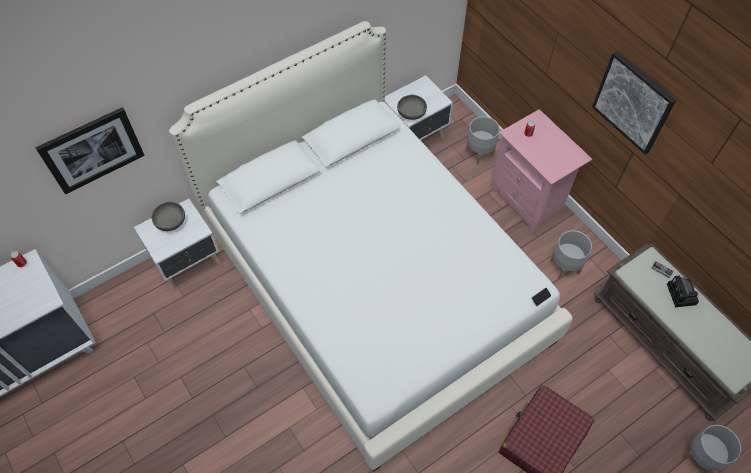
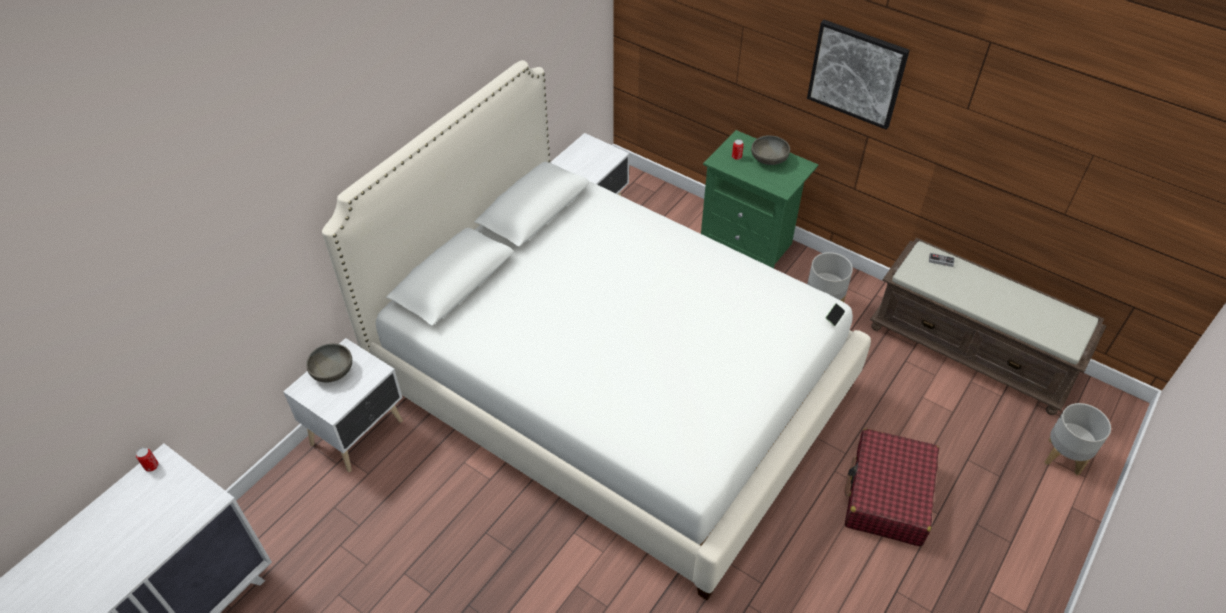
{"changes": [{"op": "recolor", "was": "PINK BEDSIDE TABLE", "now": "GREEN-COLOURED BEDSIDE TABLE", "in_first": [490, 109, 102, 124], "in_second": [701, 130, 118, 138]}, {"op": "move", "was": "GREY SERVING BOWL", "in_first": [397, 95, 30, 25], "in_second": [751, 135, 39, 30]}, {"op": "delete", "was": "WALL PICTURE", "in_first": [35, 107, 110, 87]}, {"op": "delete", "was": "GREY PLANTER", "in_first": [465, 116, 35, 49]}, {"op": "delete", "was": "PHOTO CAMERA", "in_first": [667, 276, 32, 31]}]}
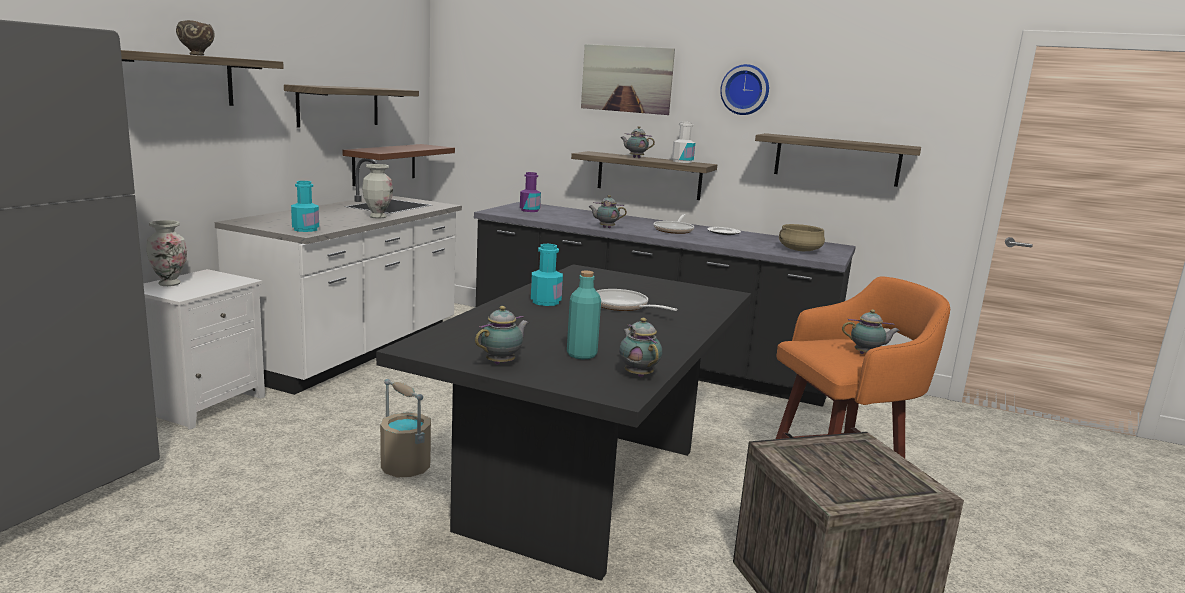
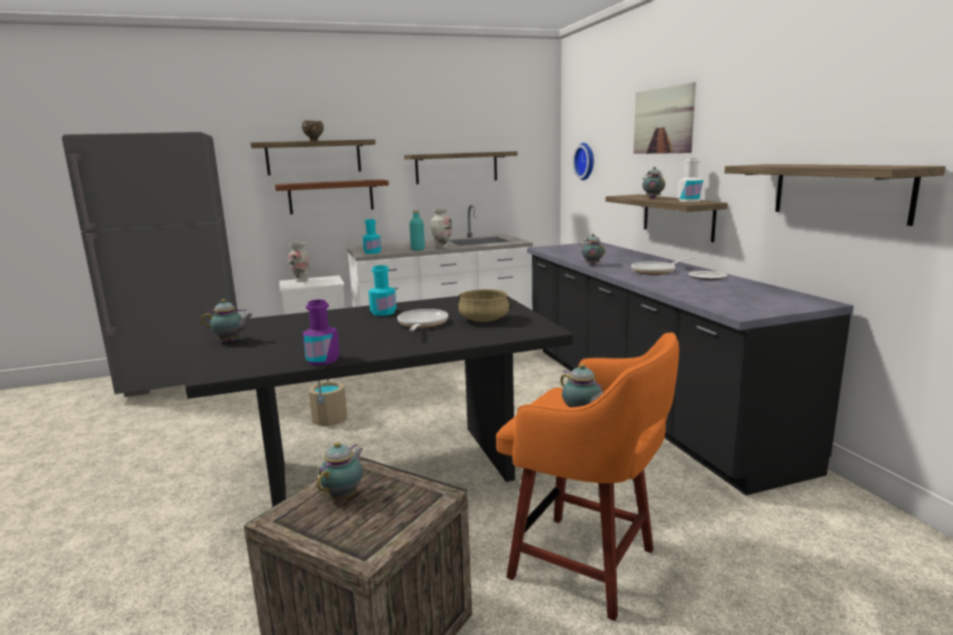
{"changes": [{"op": "move", "was": "BROWN-COLOURED BRACKET SHELF", "in_first": [342, 144, 113, 42], "in_second": [275, 179, 114, 35]}, {"op": "move", "was": "PURPLE DRINK BOTTLE", "in_first": [520, 172, 21, 40], "in_second": [303, 299, 37, 67]}, {"op": "move", "was": "POT FOR TEA", "in_first": [619, 318, 43, 60], "in_second": [317, 442, 46, 58]}, {"op": "move", "was": "TURQUOISE DRINK BOTTLE", "in_first": [567, 271, 34, 88], "in_second": [409, 210, 16, 41]}, {"op": "move", "was": "BEIGE COOKING POT", "in_first": [779, 224, 46, 27], "in_second": [458, 289, 55, 33]}, {"op": "move", "was": "CLOCK ON THE WALL", "in_first": [720, 64, 49, 51], "in_second": [573, 143, 21, 37]}]}
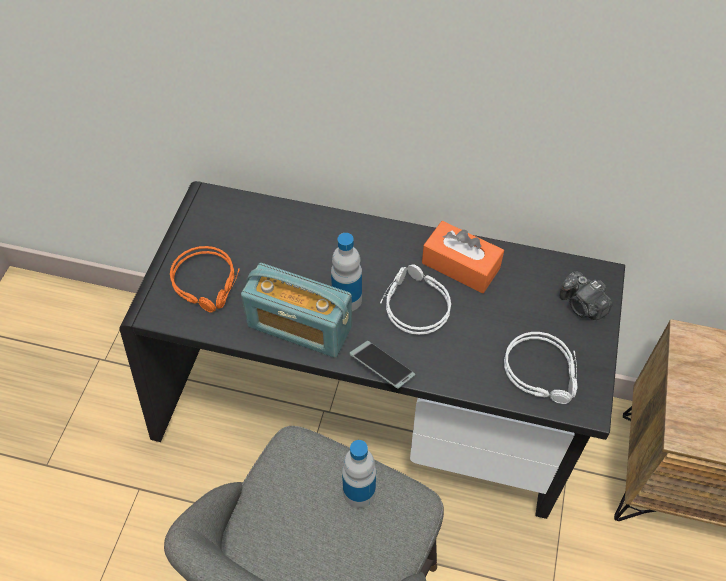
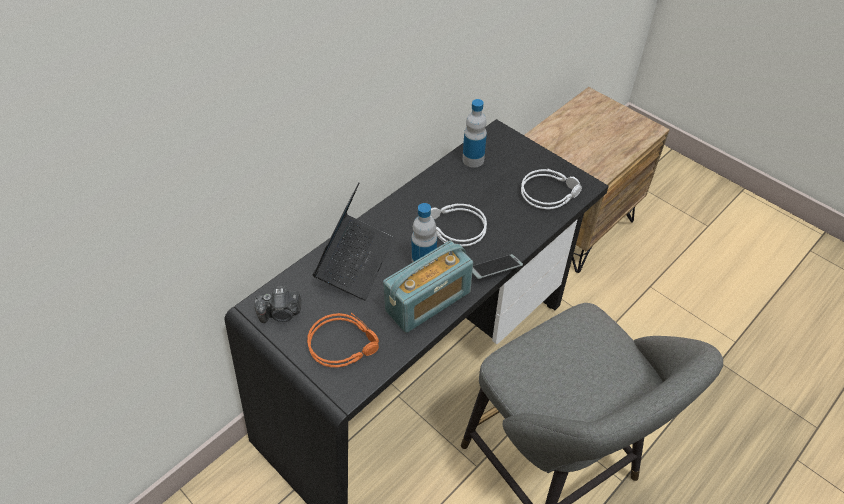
{"changes": [{"op": "move", "was": "PHOTO CAMERA", "in_first": [559, 271, 54, 49], "in_second": [254, 286, 47, 37]}, {"op": "insert", "now": "PORTABLE COMPUTER", "in_second": [312, 182, 81, 118]}, {"op": "move", "was": "DRINK BOTTLE", "in_first": [342, 440, 34, 68], "in_second": [463, 99, 24, 69]}, {"op": "delete", "was": "ORANGE TISSUE HOLDER", "in_first": [422, 221, 82, 72]}]}
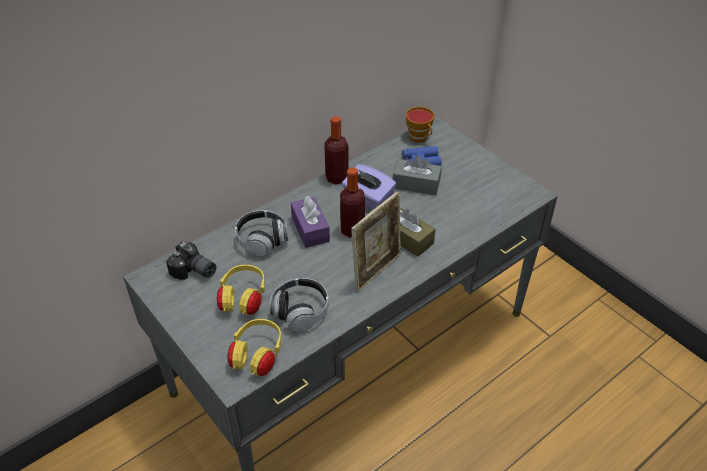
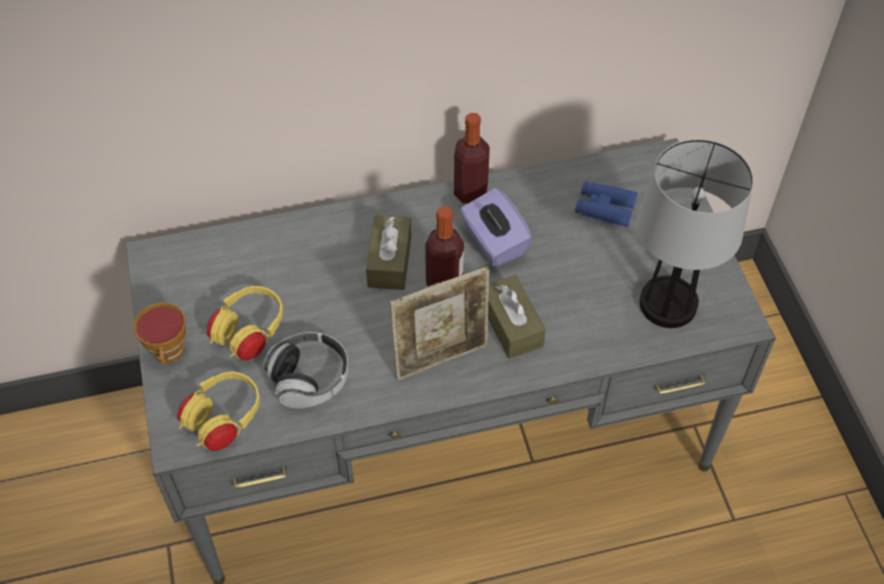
{"changes": [{"op": "move", "was": "SMALL CUP", "in_first": [406, 106, 29, 37], "in_second": [134, 303, 52, 61]}, {"op": "recolor", "was": "PURPLE TISSUE HOLDER", "now": "BROWN-COLOURED TISSUE HOLDER", "in_first": [291, 196, 39, 52], "in_second": [366, 215, 46, 75]}, {"op": "insert", "now": "TABLE LAMP", "in_second": [636, 139, 117, 189]}, {"op": "delete", "was": "PHOTO CAMERA", "in_first": [166, 241, 50, 39]}, {"op": "delete", "was": "PAIR OF HEADPHONES", "in_first": [235, 210, 53, 46]}, {"op": "delete", "was": "GREY TISSUE HOLDER", "in_first": [393, 156, 49, 39]}]}
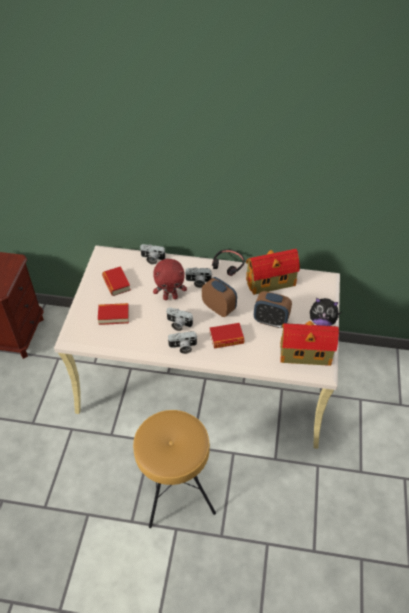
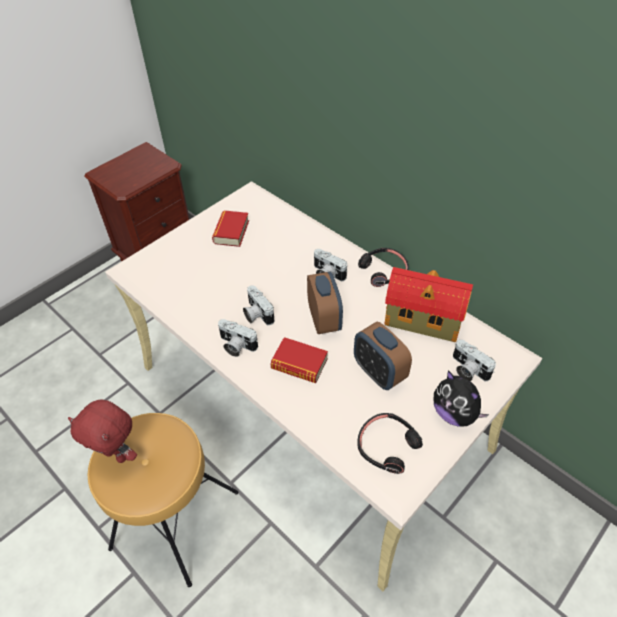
{"changes": [{"op": "move", "was": "REDDISH PLUSH TOY", "in_first": [153, 259, 34, 41], "in_second": [68, 399, 69, 64]}, {"op": "replace", "was": "TOY HOUSE", "now": "BLACK-COLOURED PAIR OF HEADPHONES", "in_first": [280, 321, 59, 45], "in_second": [357, 413, 66, 61]}, {"op": "move", "was": "PHOTO CAMERA", "in_first": [140, 244, 26, 21], "in_second": [453, 340, 43, 41]}, {"op": "delete", "was": "VOLUME", "in_first": [98, 303, 31, 22]}]}
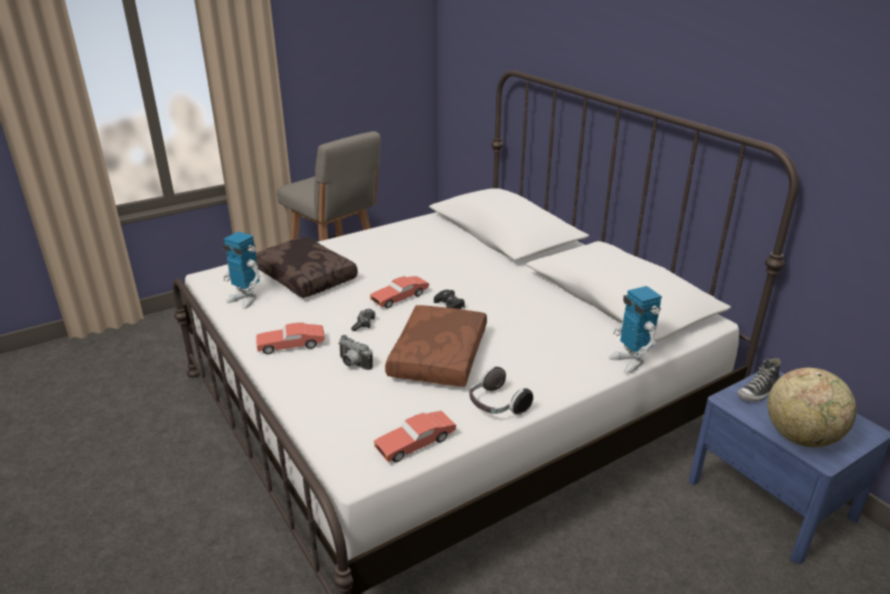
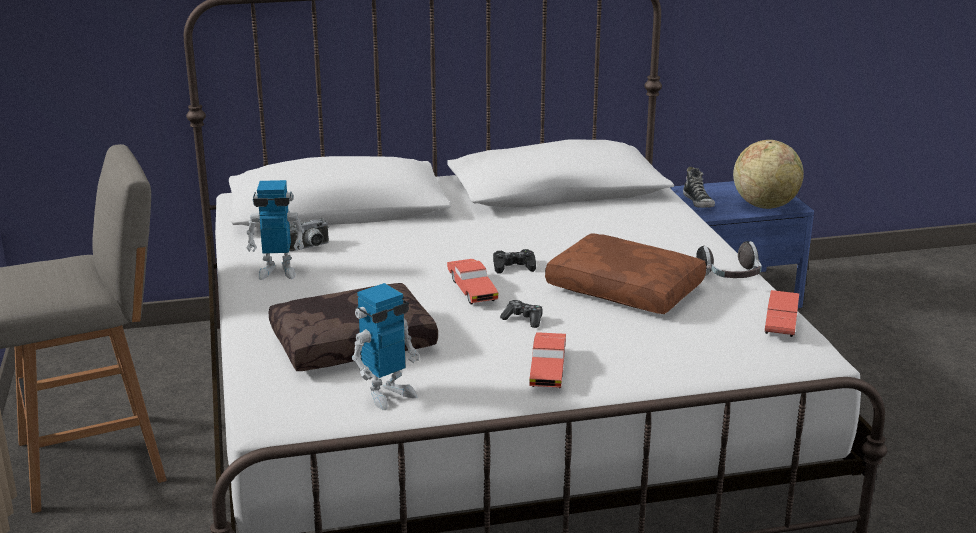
{"changes": [{"op": "move", "was": "TOY ROBOT", "in_first": [609, 286, 53, 88], "in_second": [247, 180, 57, 100]}, {"op": "move", "was": "PHOTO CAMERA", "in_first": [338, 335, 35, 35], "in_second": [289, 218, 40, 33]}, {"op": "rotate", "was": "REDDISH MINIATURE CAR", "in_first": [374, 411, 82, 51], "in_second": [765, 290, 34, 47], "clockwise": -150}]}
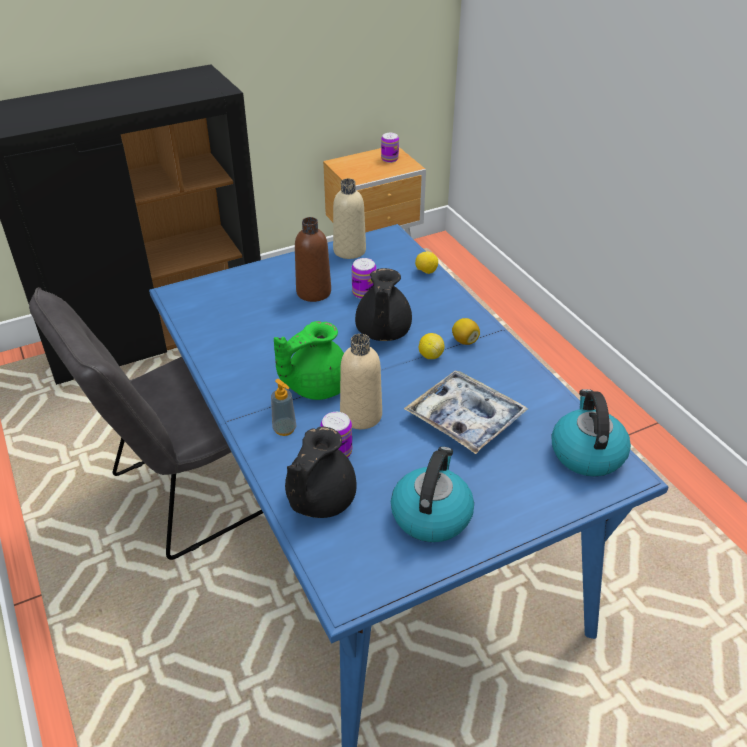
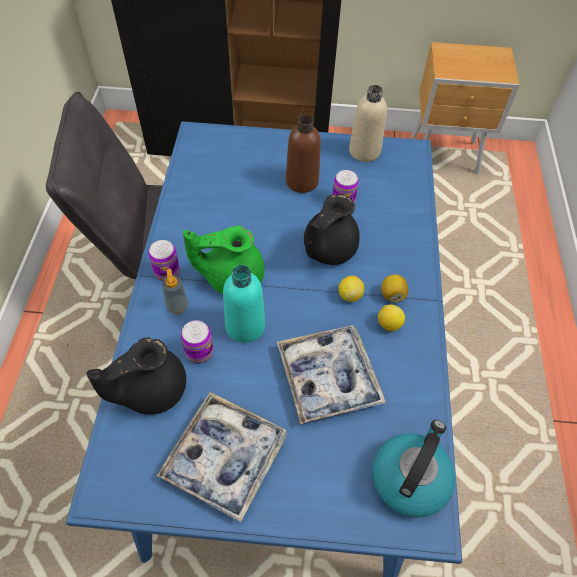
{"changes": [{"op": "move", "was": "SEALED CAN", "in_first": [381, 133, 18, 30], "in_second": [148, 240, 32, 41]}, {"op": "replace", "was": "WATER KETTLE", "now": "CARRYING TRAY", "in_first": [391, 447, 83, 95], "in_second": [157, 392, 130, 130]}, {"op": "recolor", "was": "BEIGE DRINK BOTTLE", "now": "TURQUOISE DRINK BOTTLE", "in_first": [340, 334, 42, 95], "in_second": [223, 265, 42, 78]}, {"op": "move", "was": "WHOLE LEMON", "in_first": [415, 252, 23, 22], "in_second": [378, 304, 27, 27]}]}
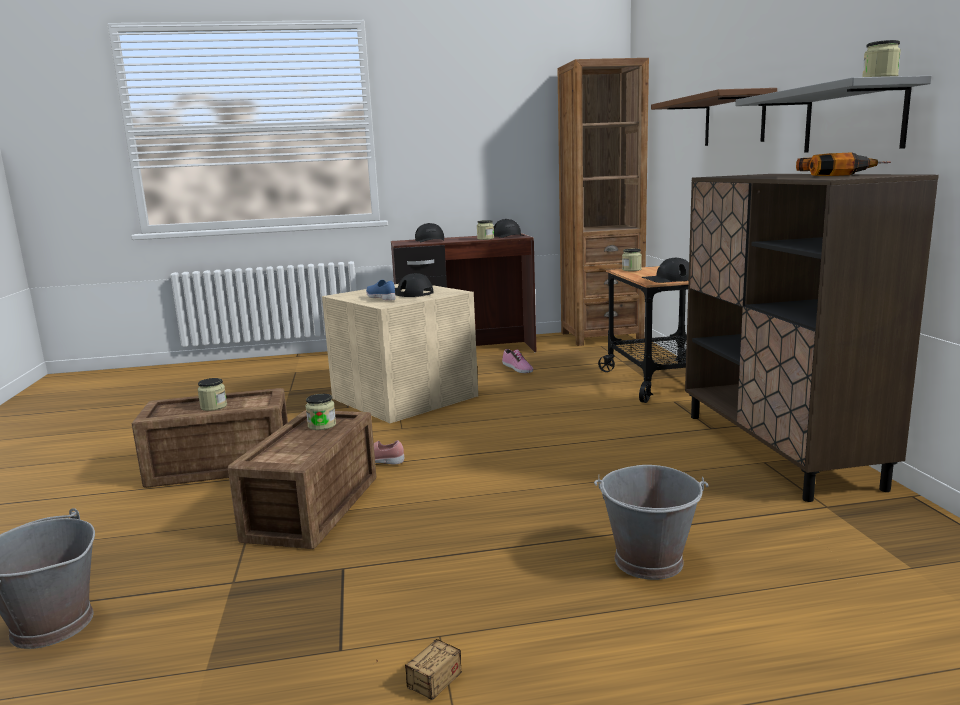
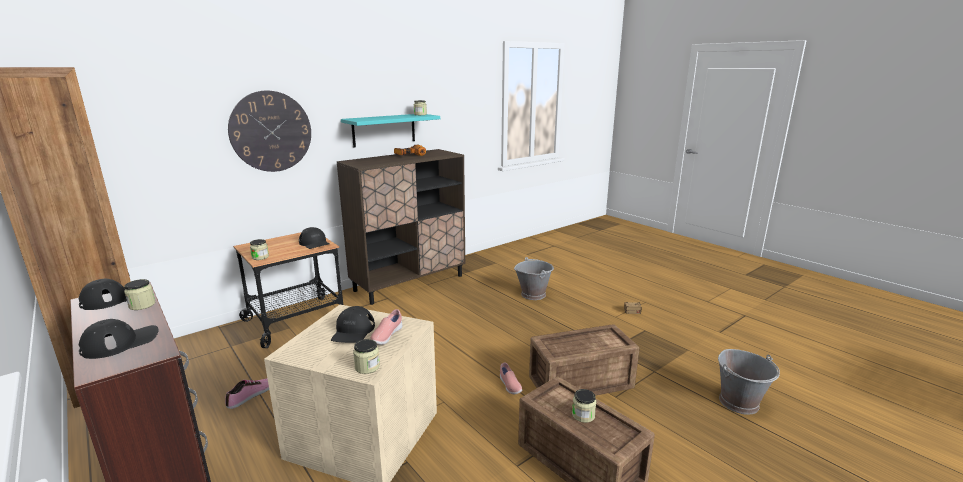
{"changes": [{"op": "replace", "was": "BROWN-COLOURED BRACKET SHELF", "now": "CLOCK ON THE WALL", "in_first": [651, 88, 126, 58], "in_second": [228, 91, 83, 81]}, {"op": "recolor", "was": "GREY BRACKET SHELF", "now": "TURQUOISE BRACKET SHELF", "in_first": [735, 75, 196, 78], "in_second": [341, 114, 99, 34]}, {"op": "move", "was": "JAR", "in_first": [306, 394, 30, 36], "in_second": [353, 339, 27, 35]}, {"op": "recolor", "was": "BLUE-COLOURED LOW SHOE", "now": "PINK LOW SHOE", "in_first": [366, 280, 30, 21], "in_second": [370, 309, 32, 36]}]}
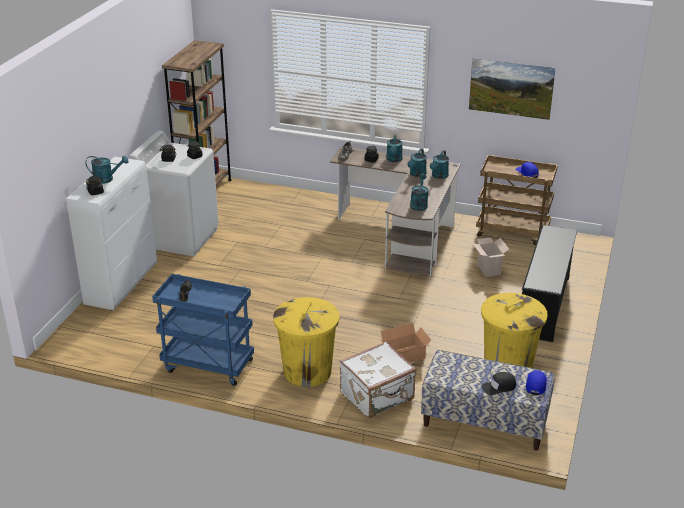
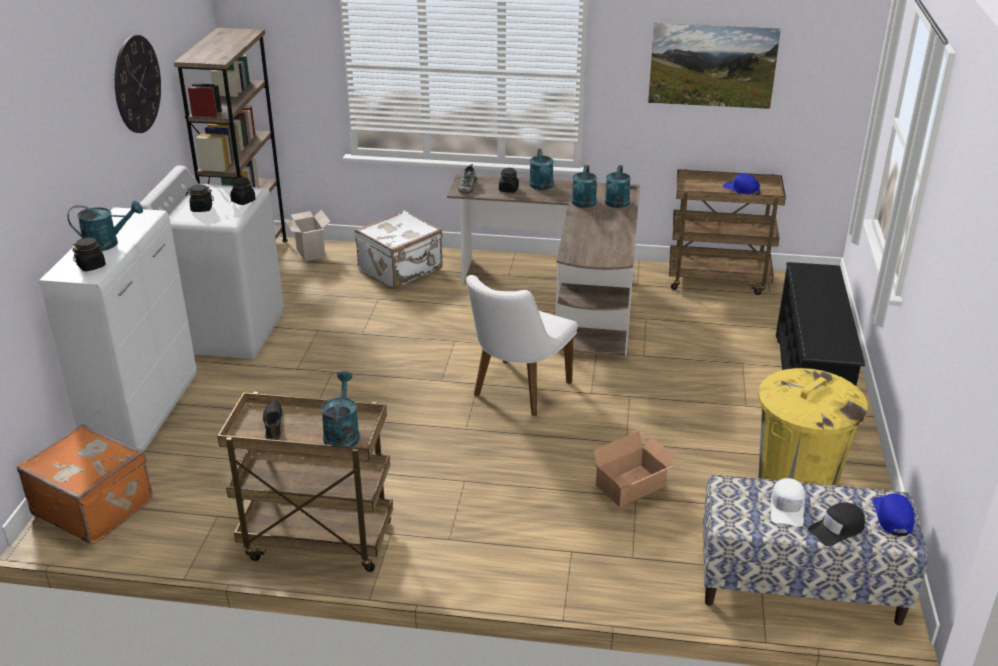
{"changes": [{"op": "insert", "now": "ORANGE TRAVEL CASE", "in_second": [17, 424, 136, 120]}, {"op": "insert", "now": "CLOCK ON THE WALL", "in_second": [115, 35, 46, 98]}, {"op": "recolor", "was": "BLUE-COLOURED TROLLEY", "now": "BROWN-COLOURED TROLLEY", "in_first": [152, 274, 102, 112], "in_second": [217, 392, 176, 180]}, {"op": "move", "was": "PACKING BOX", "in_first": [472, 237, 37, 40], "in_second": [284, 210, 46, 52]}, {"op": "move", "was": "TURQUOISE SPRINKLING CAN", "in_first": [410, 174, 19, 37], "in_second": [321, 371, 39, 76]}, {"op": "move", "was": "WHITISH TRAVEL CASE", "in_first": [339, 342, 77, 76], "in_second": [354, 210, 89, 79]}, {"op": "insert", "now": "WHITISH CHAIR", "in_second": [466, 275, 112, 141]}, {"op": "insert", "now": "WHITISH CAP", "in_second": [771, 478, 34, 49]}, {"op": "delete", "was": "YELLOW-COLOURED RUBBISH BIN", "in_first": [273, 297, 66, 90]}]}
